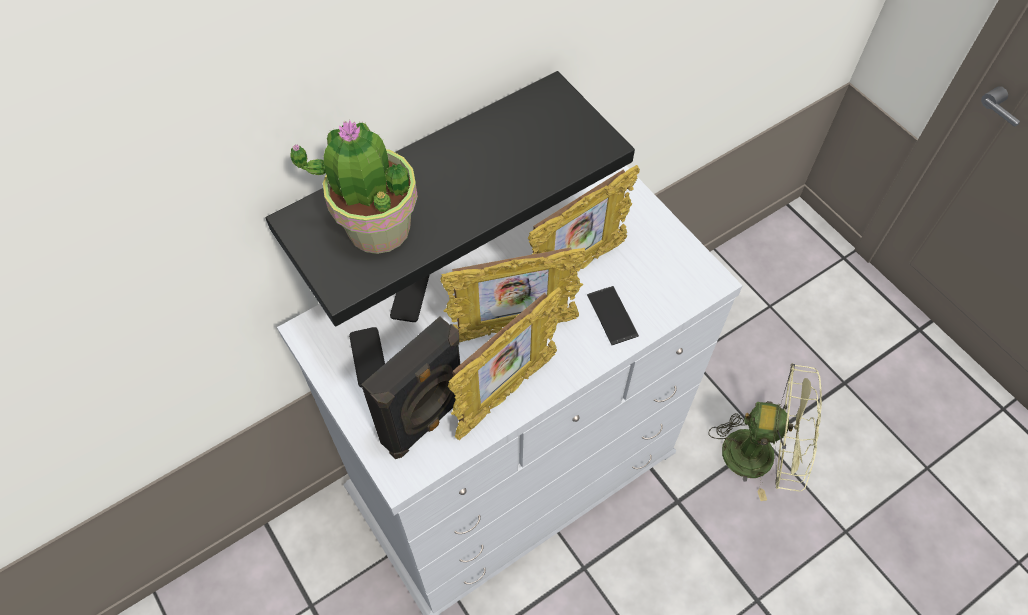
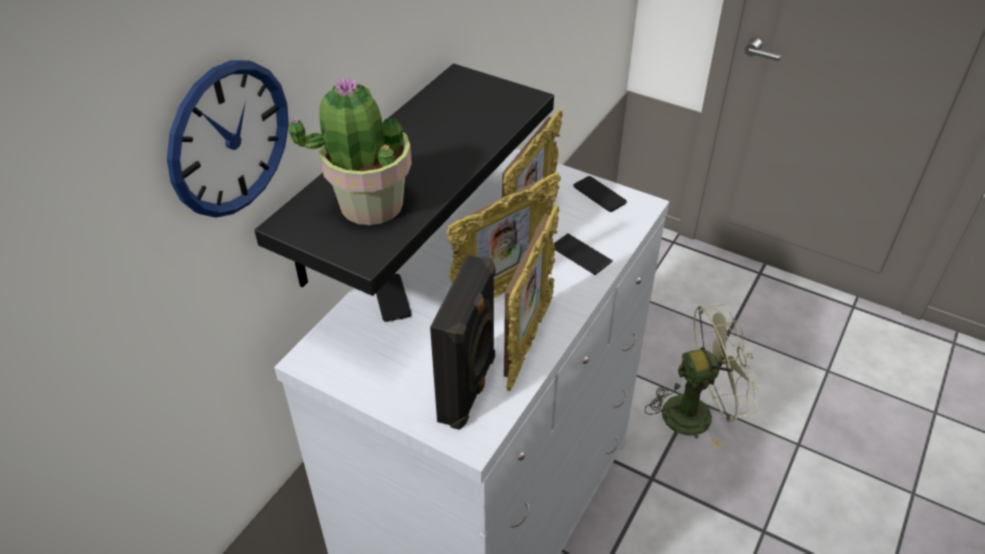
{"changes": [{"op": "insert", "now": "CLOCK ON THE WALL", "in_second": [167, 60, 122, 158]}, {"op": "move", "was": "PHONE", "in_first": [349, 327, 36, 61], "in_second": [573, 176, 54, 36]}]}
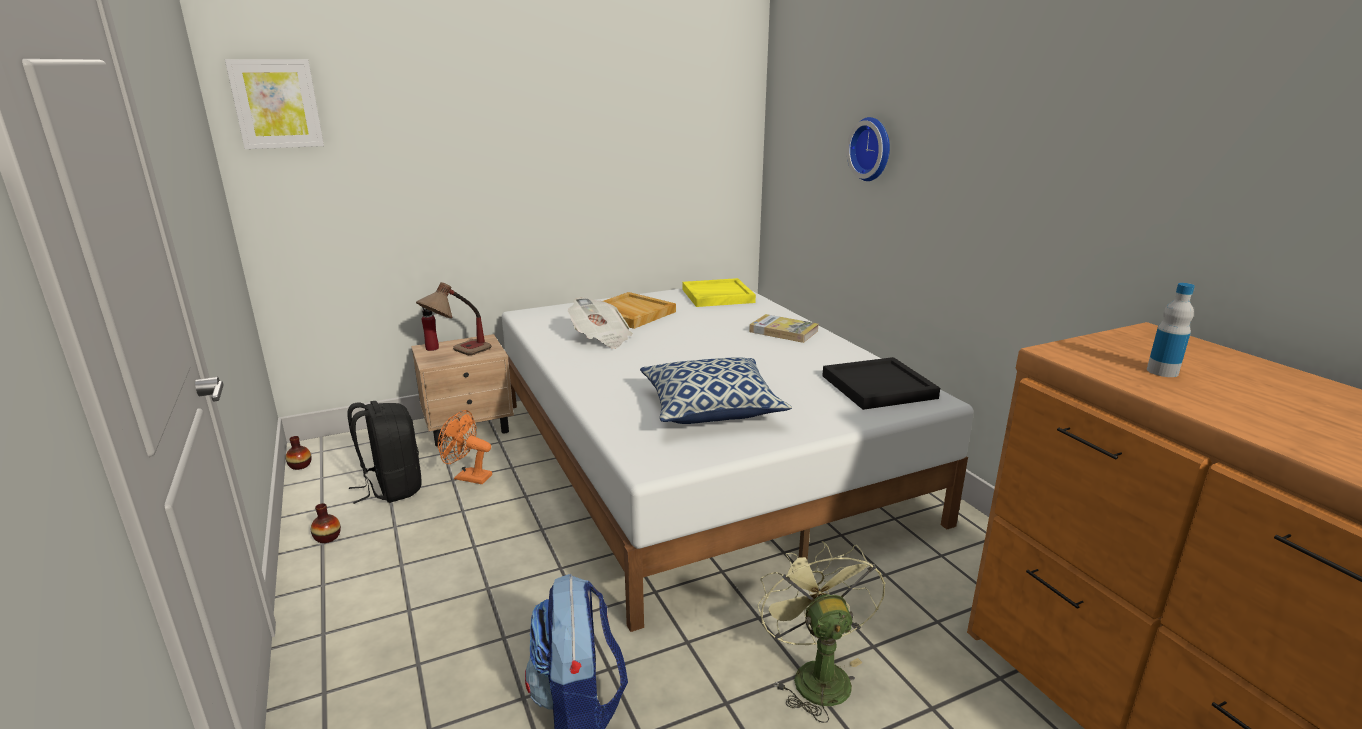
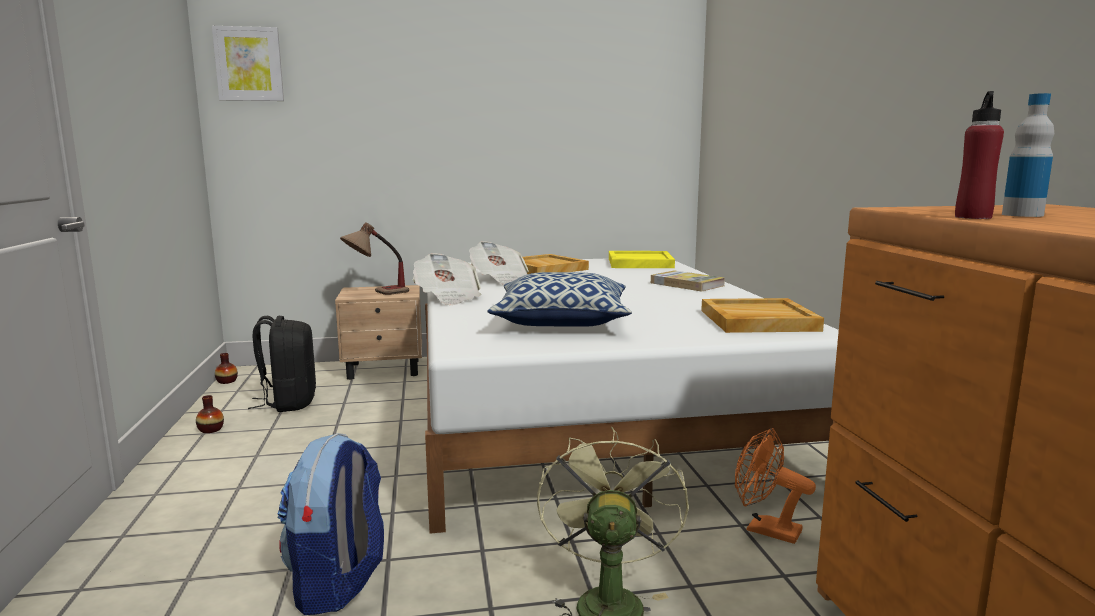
{"changes": [{"op": "insert", "now": "PRINTED PAPER", "in_second": [413, 253, 68, 52]}, {"op": "recolor", "was": "BLACK-COLOURED CARRYING TRAY", "now": "BEIGE CARRYING TRAY", "in_first": [822, 357, 118, 53], "in_second": [701, 298, 123, 35]}, {"op": "move", "was": "ORANGE COOLING FAN", "in_first": [437, 410, 55, 74], "in_second": [735, 428, 81, 116]}, {"op": "move", "was": "REDDISH DRINK BOTTLE", "in_first": [422, 307, 17, 44], "in_second": [955, 91, 49, 128]}, {"op": "delete", "was": "CLOCK ON THE WALL", "in_first": [846, 117, 44, 64]}]}
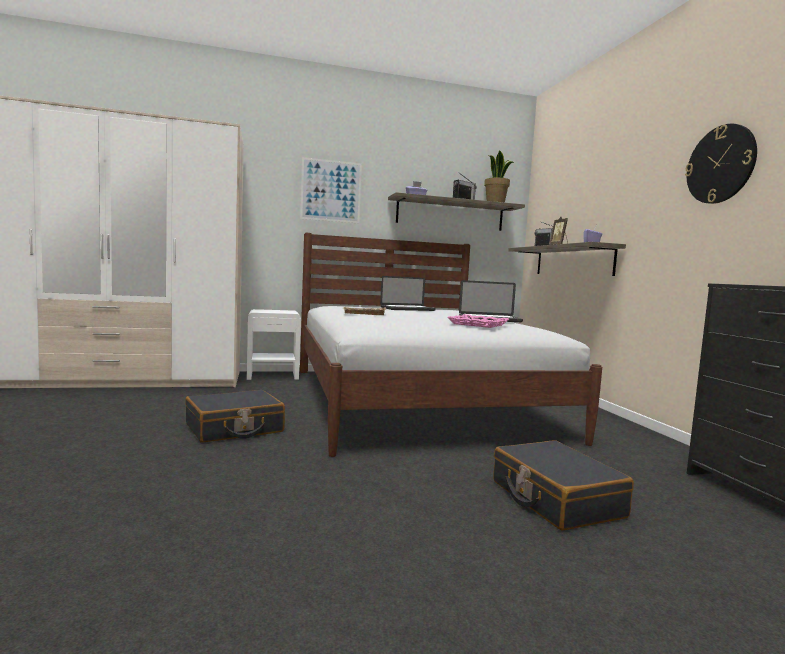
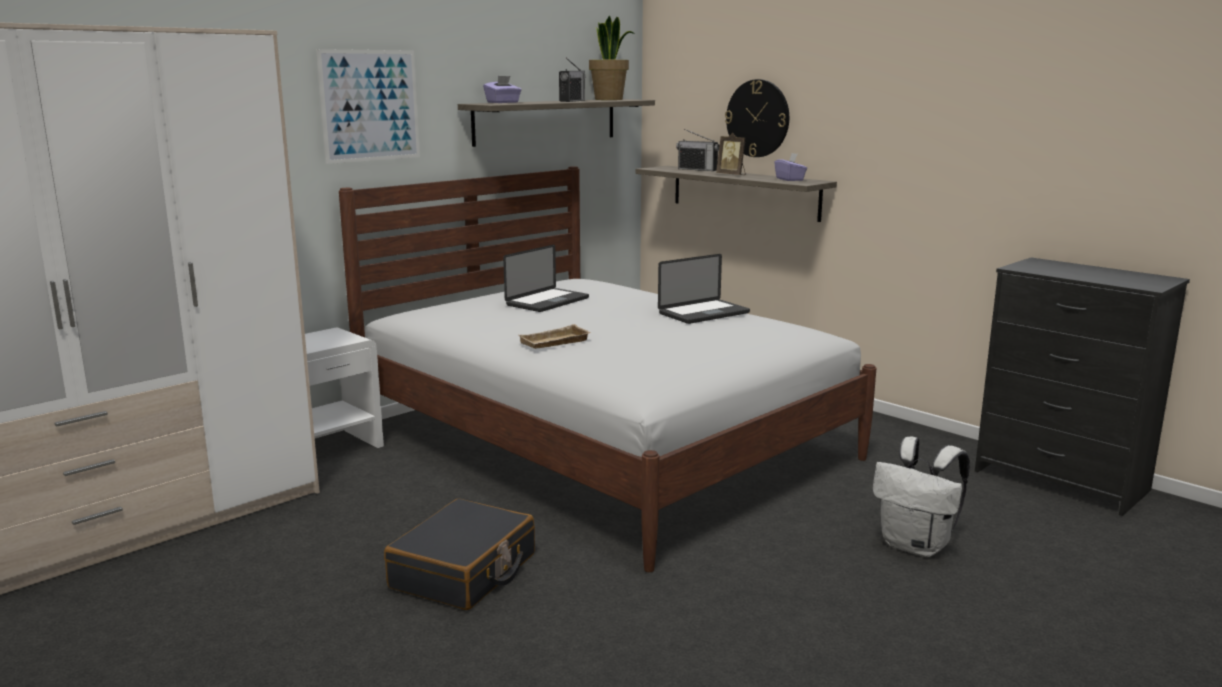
{"changes": [{"op": "move", "was": "CLOCK ON THE WALL", "in_first": [685, 124, 72, 80], "in_second": [725, 79, 64, 78]}, {"op": "replace", "was": "BLACK-COLOURED TRAVEL CASE", "now": "WHITISH BACKPACK", "in_first": [493, 440, 141, 91], "in_second": [873, 436, 97, 121]}, {"op": "delete", "was": "PINK CARRYING TRAY", "in_first": [447, 314, 62, 14]}]}
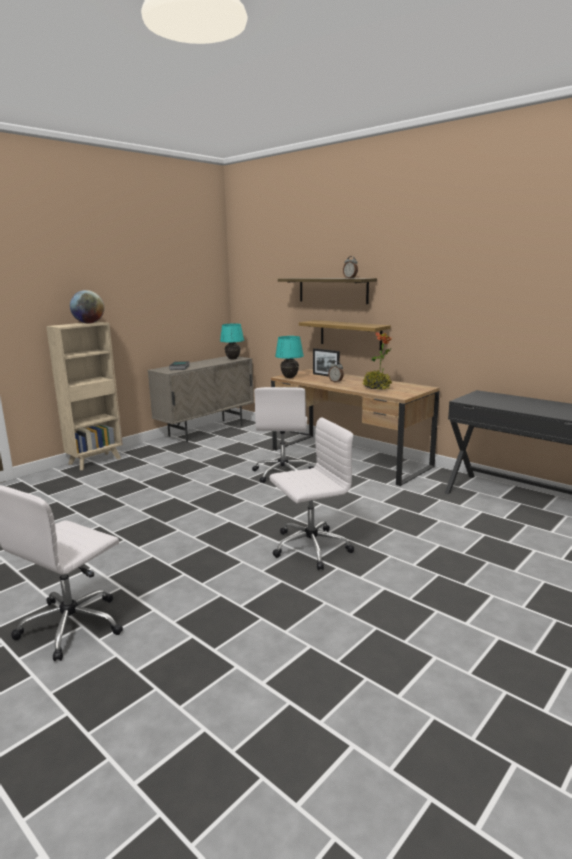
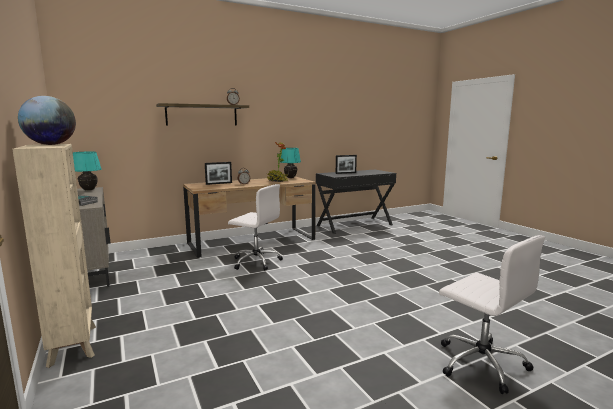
{"changes": [{"op": "move", "was": "TURQUOISE TABLE LAMP", "in_first": [275, 336, 29, 42], "in_second": [281, 148, 20, 30]}, {"op": "insert", "now": "PICTURE FRAME", "in_second": [336, 155, 21, 19]}, {"op": "delete", "was": "WHITISH DESK CHAIR", "in_first": [269, 417, 85, 153]}, {"op": "delete", "was": "BRACKET SHELF", "in_first": [299, 320, 92, 30]}]}
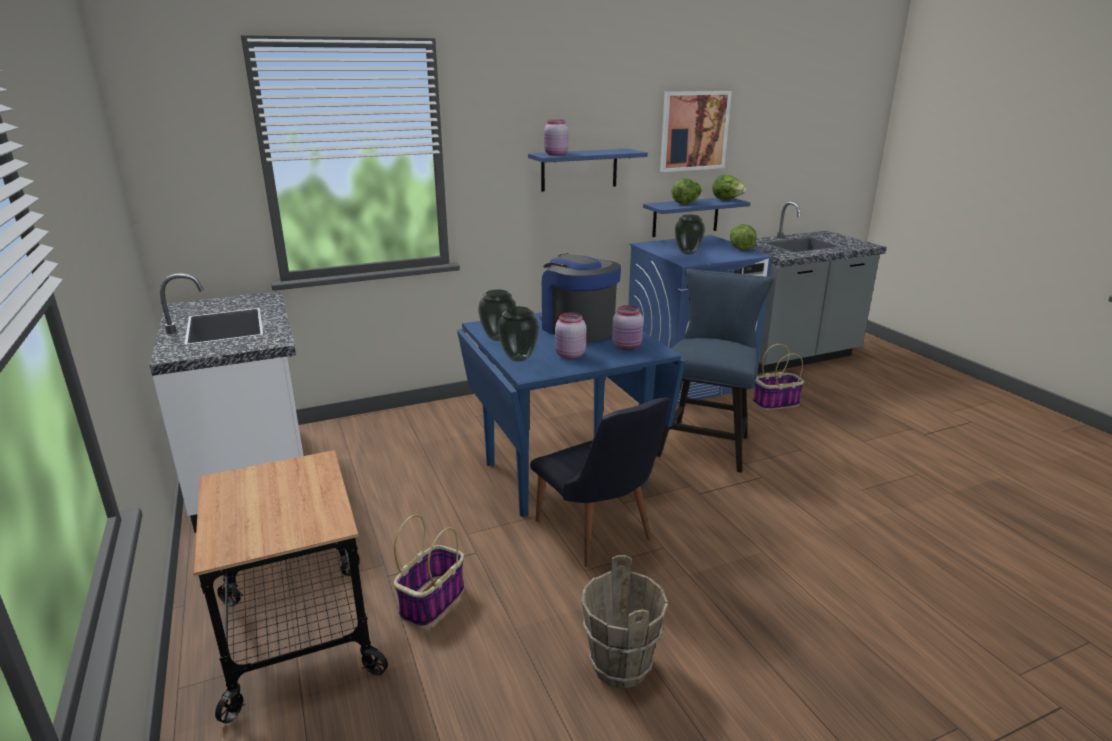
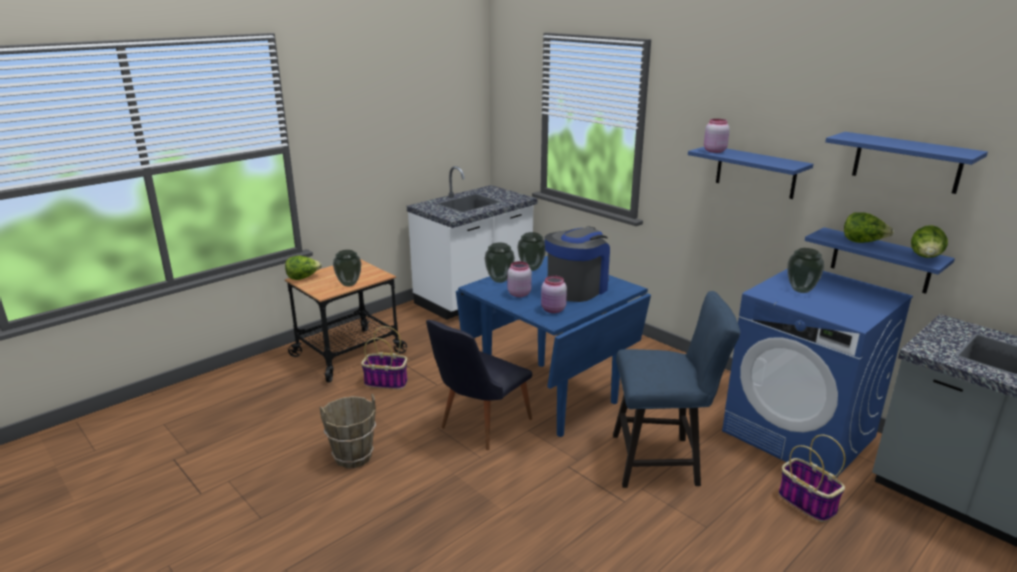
{"changes": [{"op": "move", "was": "LETTUCE", "in_first": [730, 224, 27, 27], "in_second": [285, 256, 37, 24]}, {"op": "insert", "now": "FLOWER VASE", "in_second": [333, 250, 28, 37]}, {"op": "replace", "was": "WALL PICTURE", "now": "BLUE-COLOURED BRACKET SHELF", "in_first": [660, 91, 72, 81], "in_second": [825, 132, 163, 62]}]}
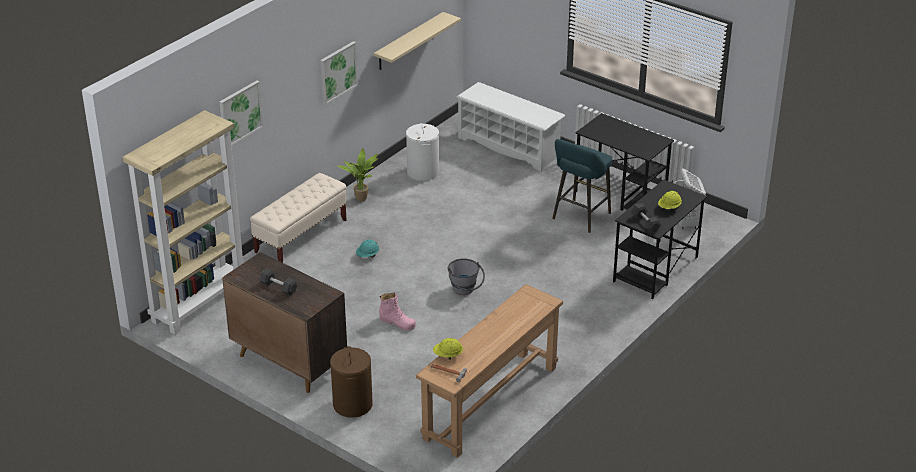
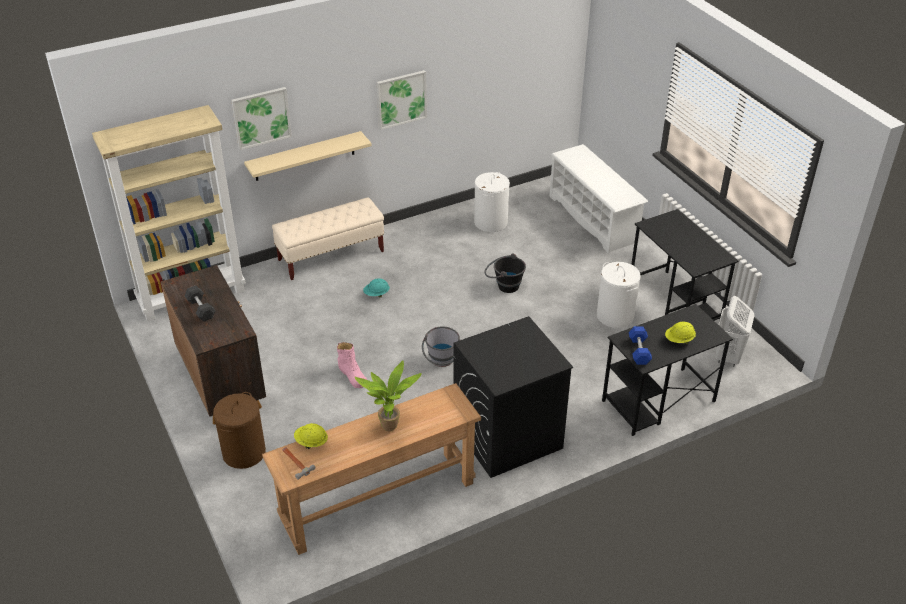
{"changes": [{"op": "move", "was": "BEIGE BRACKET SHELF", "in_first": [374, 12, 87, 58], "in_second": [244, 131, 128, 50]}, {"op": "move", "was": "POTTED PLANT", "in_first": [337, 148, 42, 53], "in_second": [355, 360, 67, 71]}, {"op": "insert", "now": "BLACK-COLOURED WASHING MACHINE", "in_second": [453, 316, 120, 162]}, {"op": "insert", "now": "BLACK-COLOURED WATER BUCKET", "in_second": [485, 253, 41, 40]}, {"op": "replace", "was": "TURQUOISE STOOL", "now": "WHITISH WASHING BASKET", "in_first": [552, 139, 60, 94], "in_second": [597, 262, 43, 66]}, {"op": "recolor", "was": "GREY HAND WEIGHT", "now": "BLUE-COLOURED HAND WEIGHT", "in_first": [631, 203, 30, 30], "in_second": [629, 326, 23, 39]}]}
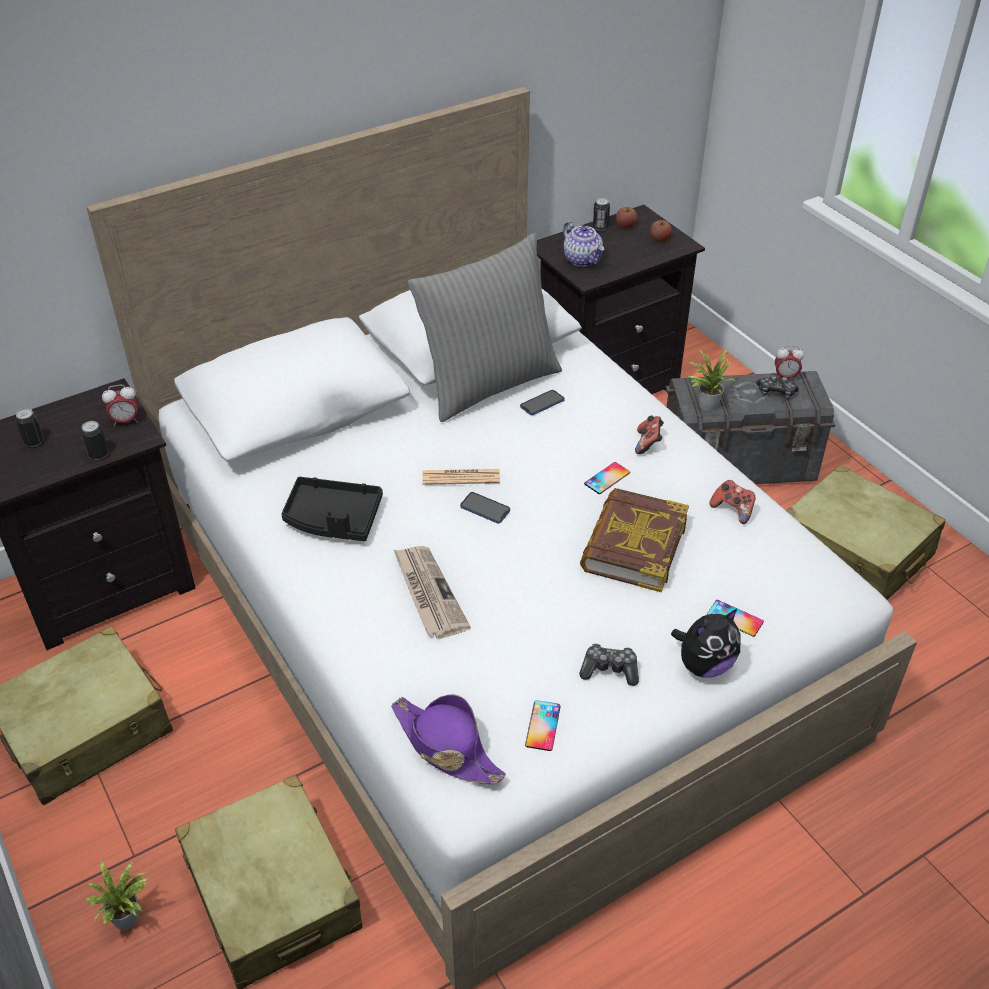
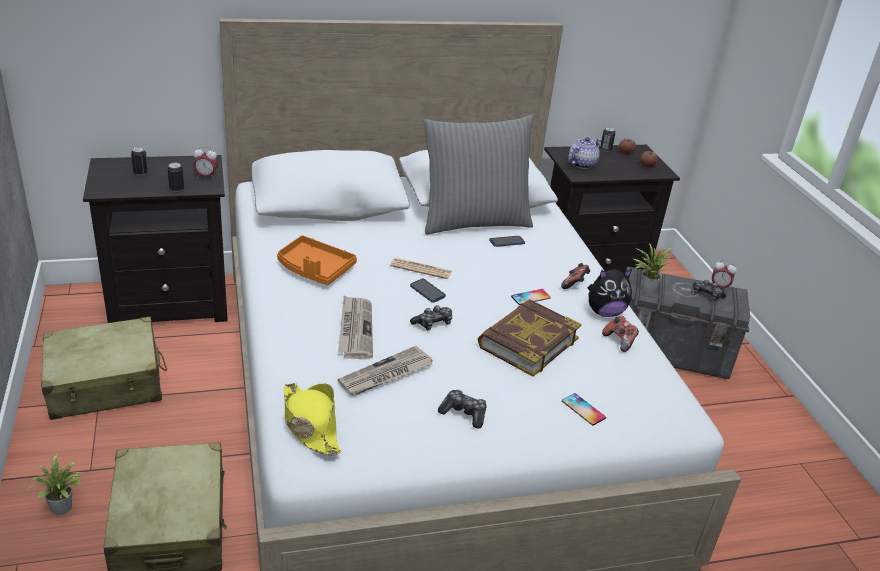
{"changes": [{"op": "recolor", "was": "BLACK-COLOURED CARRYING TRAY", "now": "ORANGE CARRYING TRAY", "in_first": [281, 477, 102, 64], "in_second": [277, 235, 80, 50]}, {"op": "recolor", "was": "PURPLE WEARABLE HAT", "now": "YELLOW-COLOURED WEARABLE HAT", "in_first": [391, 694, 115, 90], "in_second": [284, 383, 57, 72]}, {"op": "insert", "now": "PRINTED PAPER", "in_second": [338, 346, 95, 50]}, {"op": "insert", "now": "GAMEPAD", "in_second": [410, 305, 42, 25]}, {"op": "rotate", "was": "POT FOR TEA", "in_first": [563, 221, 42, 46], "in_second": [568, 137, 34, 32], "clockwise": -120}, {"op": "move", "was": "PLUSH TOY", "in_first": [671, 608, 69, 70], "in_second": [588, 269, 44, 48]}, {"op": "delete", "was": "PHONE", "in_first": [525, 700, 36, 51]}, {"op": "delete", "was": "BEIGE TRAVEL CASE", "in_first": [786, 465, 160, 135]}]}
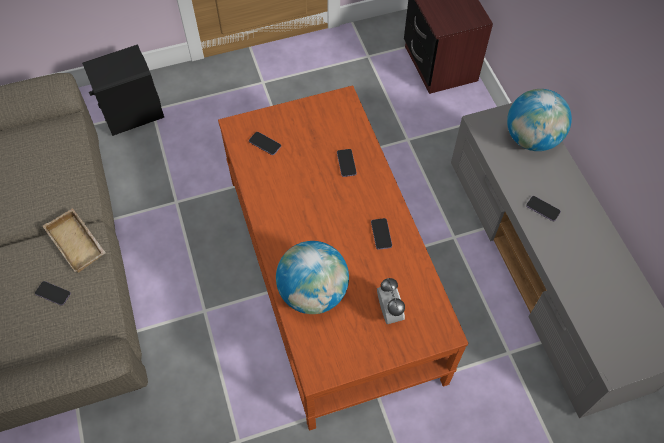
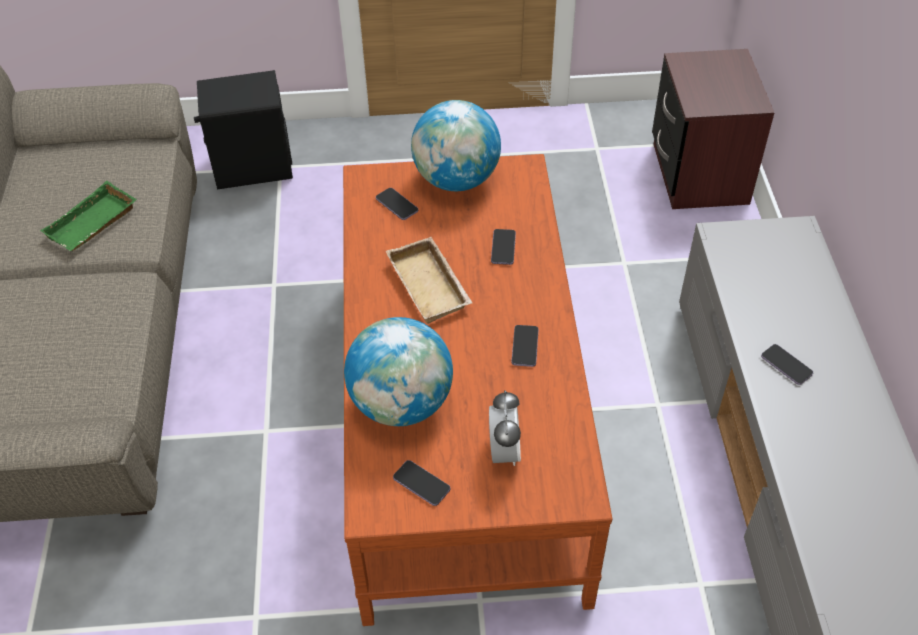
{"changes": [{"op": "insert", "now": "GREEN-COLOURED CARRYING TRAY", "in_second": [40, 181, 97, 70]}, {"op": "move", "was": "BEIGE CARRYING TRAY", "in_first": [43, 208, 63, 65], "in_second": [386, 237, 87, 87]}, {"op": "move", "was": "PHONE", "in_first": [35, 281, 36, 24], "in_second": [393, 460, 57, 46]}, {"op": "move", "was": "WORLD GLOBE", "in_first": [507, 89, 65, 62], "in_second": [411, 100, 90, 91]}]}
